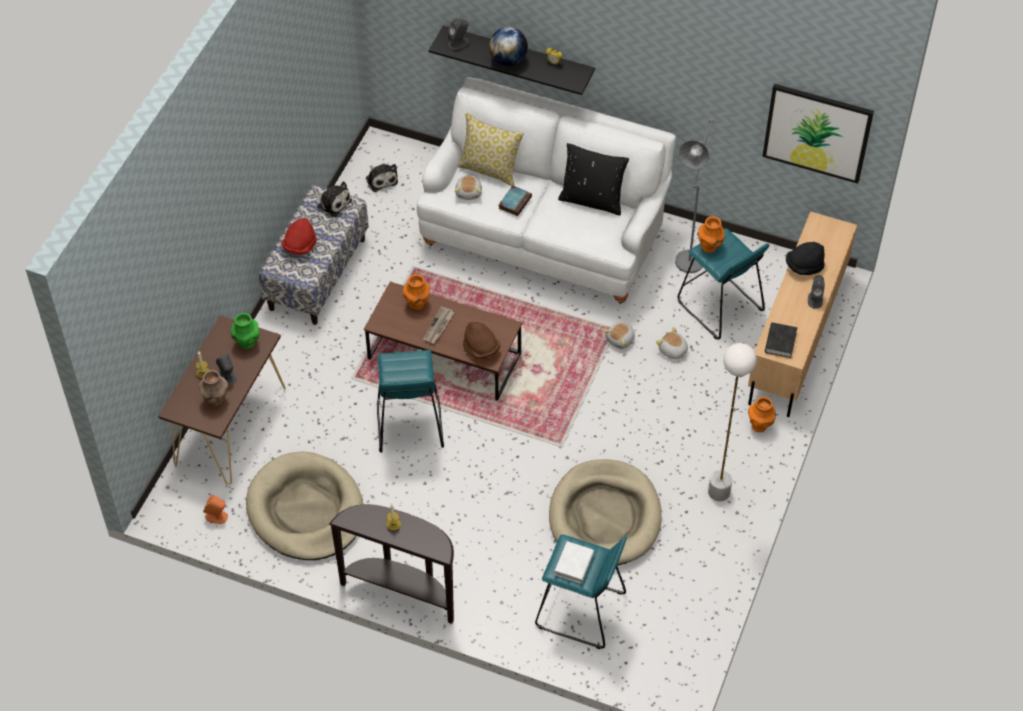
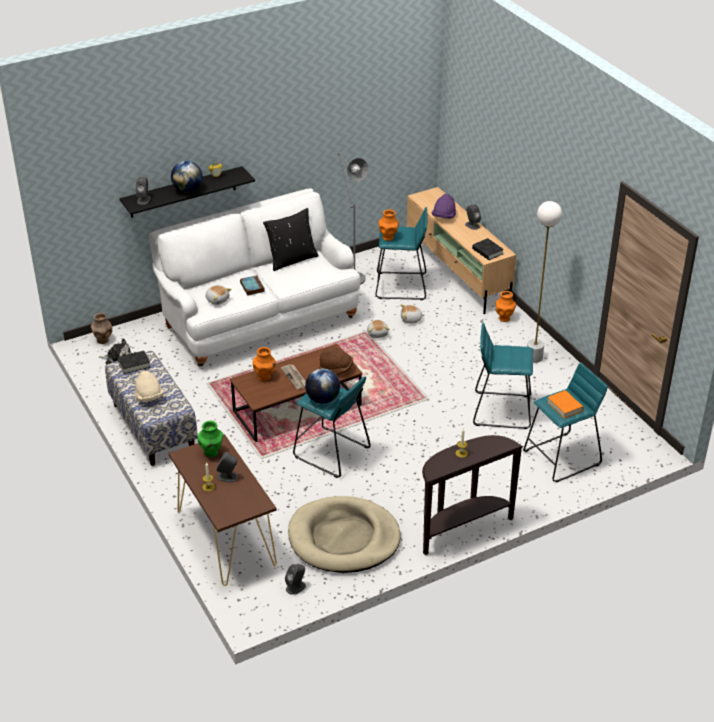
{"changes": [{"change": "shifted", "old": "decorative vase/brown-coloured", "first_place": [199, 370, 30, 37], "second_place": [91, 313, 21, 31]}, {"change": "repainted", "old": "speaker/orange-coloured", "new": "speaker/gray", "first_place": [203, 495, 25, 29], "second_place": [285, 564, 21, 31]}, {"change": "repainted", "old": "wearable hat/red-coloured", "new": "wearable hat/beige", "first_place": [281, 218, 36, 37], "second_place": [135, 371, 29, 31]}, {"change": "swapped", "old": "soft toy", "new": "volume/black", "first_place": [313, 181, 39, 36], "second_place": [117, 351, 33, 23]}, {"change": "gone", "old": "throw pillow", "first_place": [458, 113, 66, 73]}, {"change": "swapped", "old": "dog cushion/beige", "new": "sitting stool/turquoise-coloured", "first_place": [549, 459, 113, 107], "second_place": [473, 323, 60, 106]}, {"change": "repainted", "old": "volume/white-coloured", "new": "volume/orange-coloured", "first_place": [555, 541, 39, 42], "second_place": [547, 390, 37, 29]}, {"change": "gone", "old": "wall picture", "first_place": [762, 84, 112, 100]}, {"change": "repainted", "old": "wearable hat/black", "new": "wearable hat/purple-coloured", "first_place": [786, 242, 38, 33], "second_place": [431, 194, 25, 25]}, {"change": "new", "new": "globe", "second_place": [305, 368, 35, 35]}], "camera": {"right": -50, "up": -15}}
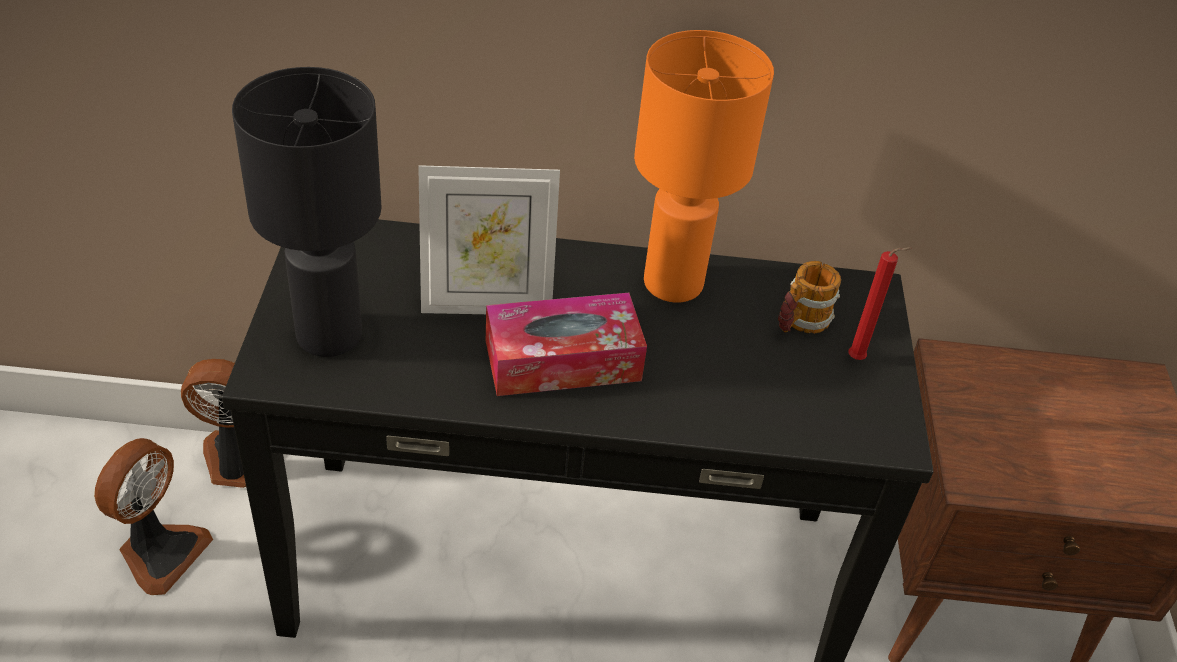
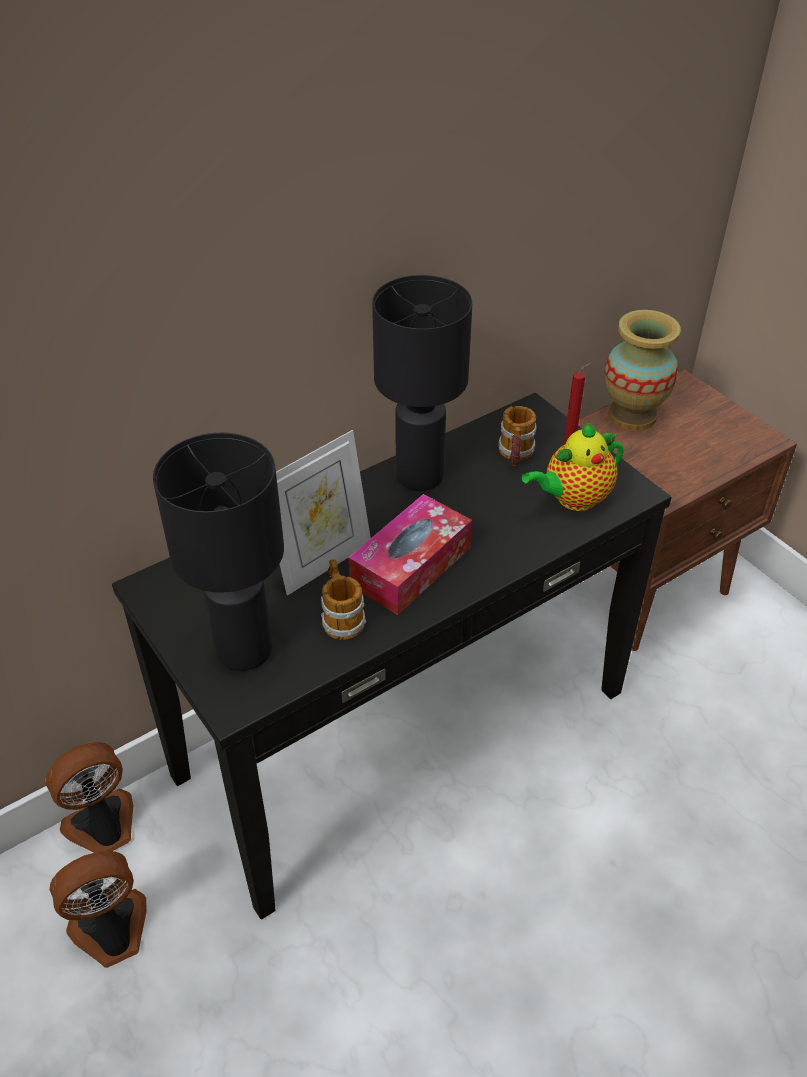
{"changes": [{"change": "rotated", "old": "fan", "first_place": [94, 438, 119, 157], "second_place": [49, 851, 98, 117], "degrees": -105}, {"change": "repainted", "old": "tabletop lamp/orange-coloured", "new": "tabletop lamp/black", "first_place": [634, 30, 140, 273], "second_place": [372, 275, 100, 216]}, {"change": "new", "new": "tea mug", "second_place": [321, 559, 45, 81]}, {"change": "new", "new": "tea pot", "second_place": [522, 422, 102, 89]}, {"change": "new", "new": "decorative vase", "second_place": [604, 310, 77, 121]}], "camera": {"right": -35, "up": 0}}
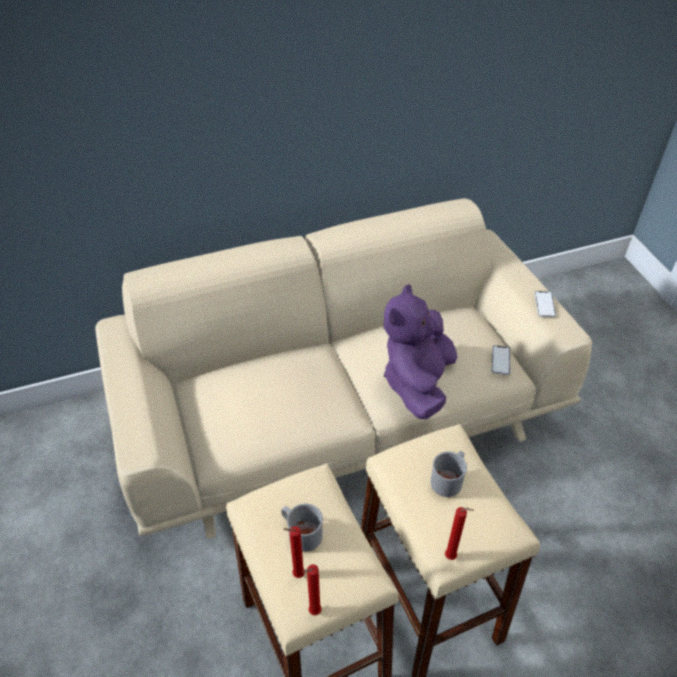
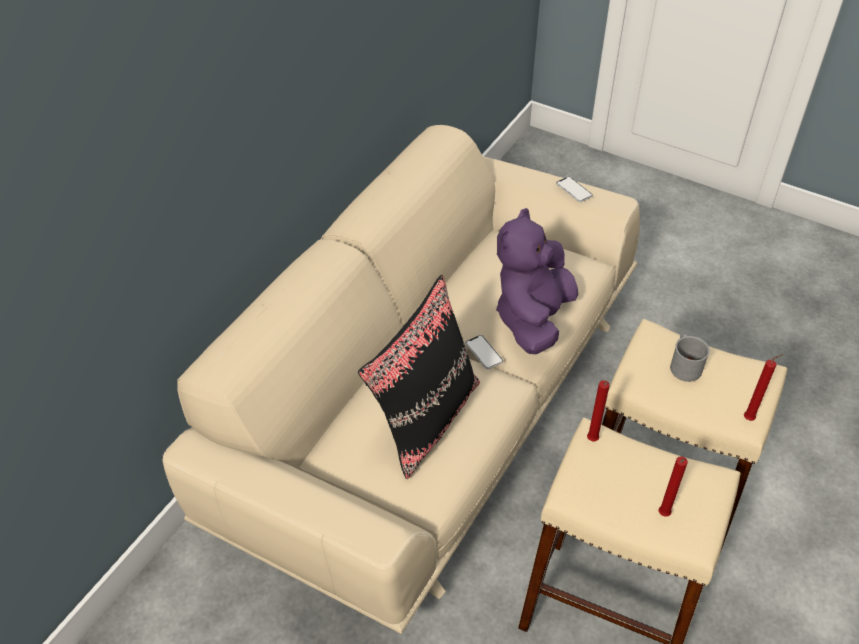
{"changes": [{"change": "gone", "old": "tea mug/gray", "first_place": [281, 504, 42, 48]}, {"change": "shifted", "old": "candle/red-coloured", "first_place": [303, 564, 19, 51], "second_place": [587, 380, 23, 61]}, {"change": "rotated", "old": "soft toy/purple-coloured", "first_place": [384, 284, 73, 135], "second_place": [496, 208, 83, 146], "degrees": 45}, {"change": "shifted", "old": "phone", "first_place": [491, 345, 20, 30], "second_place": [465, 335, 39, 34]}, {"change": "new", "new": "throw pillow/black", "second_place": [358, 275, 122, 204]}], "camera": {"right": -40, "up": 0}}
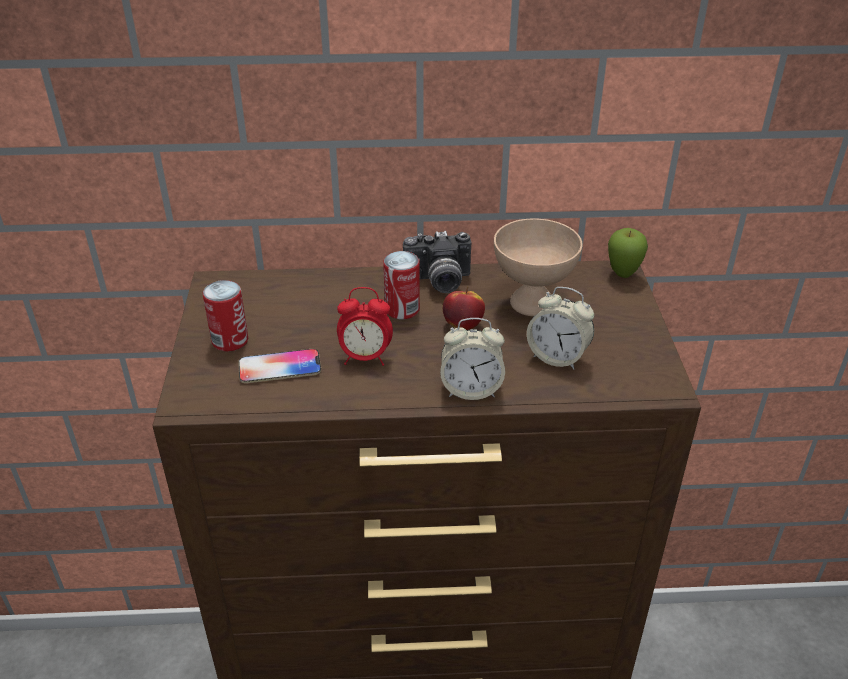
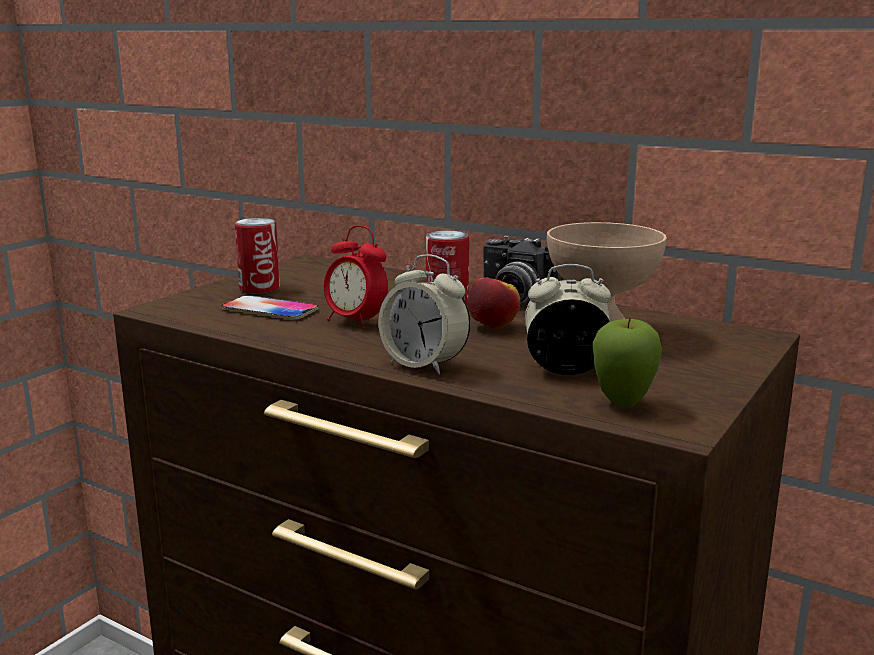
{"changes": [{"change": "rotated", "old": "table clock", "first_place": [527, 287, 67, 83], "second_place": [525, 264, 86, 111], "degrees": 120}, {"change": "shifted", "old": "apple", "first_place": [608, 228, 40, 50], "second_place": [593, 318, 69, 90]}], "camera": {"right": 35, "up": -20}}
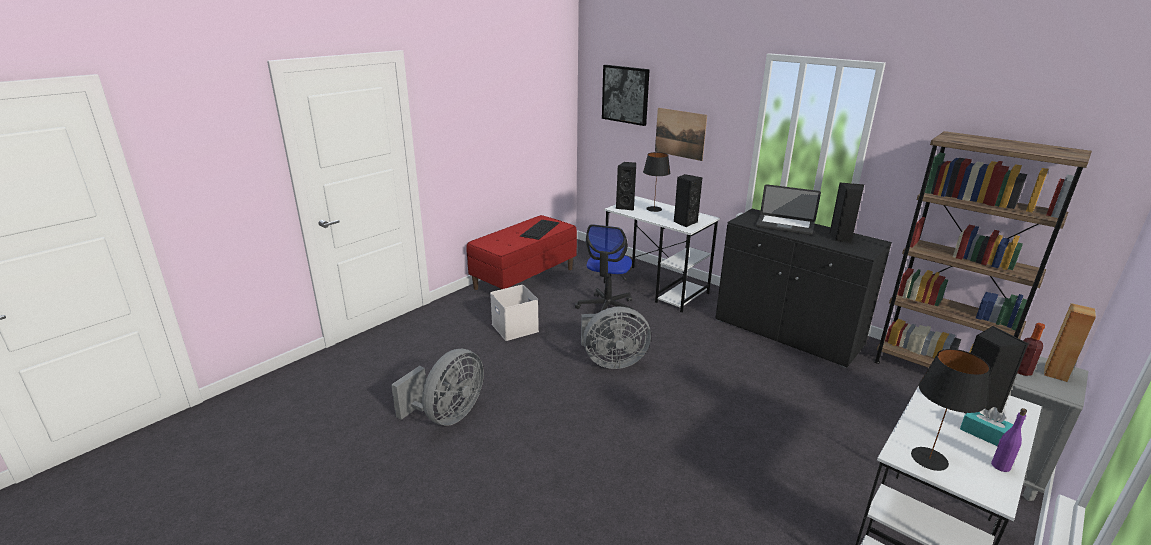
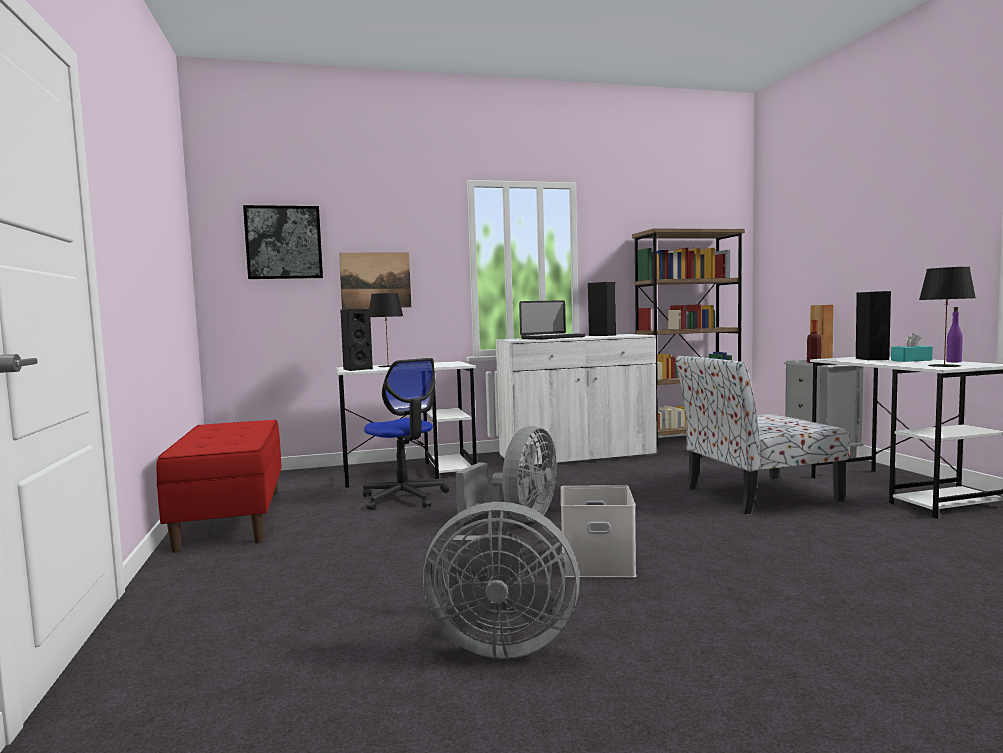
{"changes": [{"change": "rotated", "old": "fan/gray", "first_place": [391, 349, 93, 77], "second_place": [423, 502, 157, 157], "degrees": 120}, {"change": "shifted", "old": "storage box/white-coloured", "first_place": [490, 285, 49, 56], "second_place": [561, 485, 76, 93]}, {"change": "gone", "old": "keyboard", "first_place": [520, 220, 40, 20]}, {"change": "gone", "old": "speaker/black", "first_place": [674, 174, 28, 53]}, {"change": "repainted", "old": "storage cabinet/black", "new": "storage cabinet/white-coloured", "first_place": [715, 209, 177, 159], "second_place": [496, 334, 161, 134]}, {"change": "new", "new": "upright chair", "second_place": [676, 356, 174, 158]}], "camera": {"right": -55, "up": -20}}
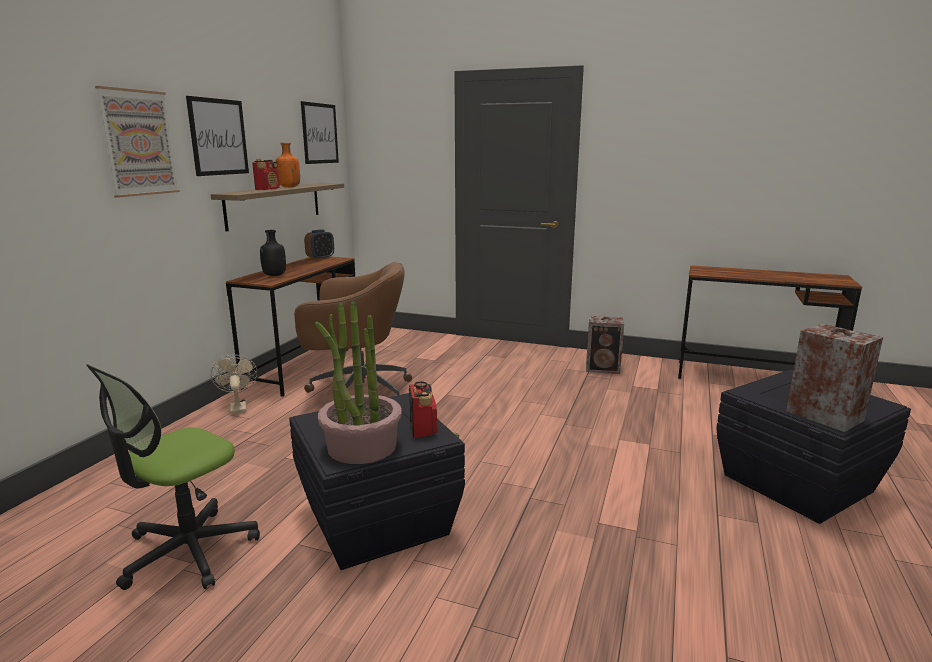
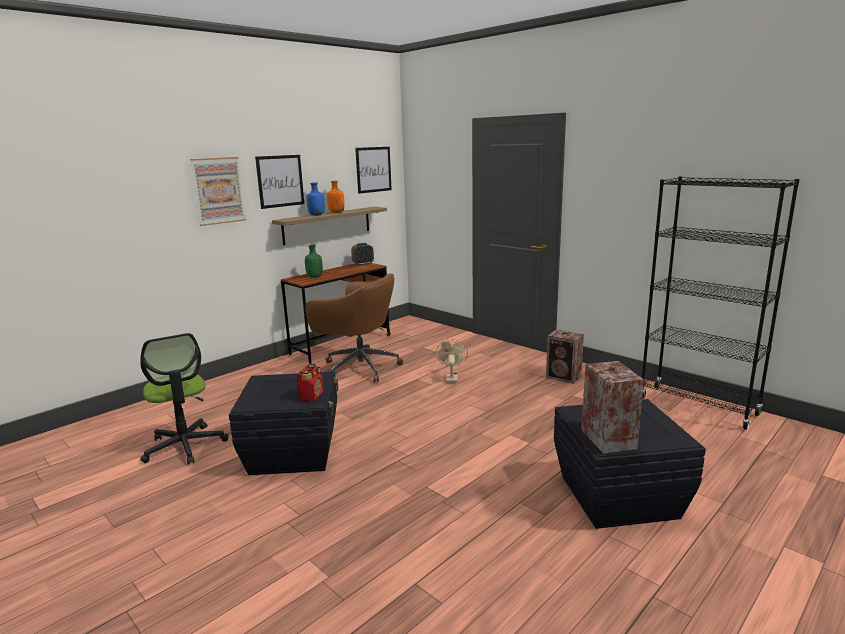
{"changes": [{"change": "rotated", "old": "desk chair", "first_place": [86, 364, 174, 226], "second_place": [140, 333, 89, 132], "degrees": -90}, {"change": "shifted", "old": "fan/beige", "first_place": [211, 355, 46, 59], "second_place": [436, 339, 32, 44]}, {"change": "swapped", "old": "radio receiver", "new": "beverage bottle/blue-coloured", "first_place": [252, 159, 28, 31], "second_place": [307, 183, 18, 33]}, {"change": "repainted", "old": "beverage bottle/black", "new": "beverage bottle/green-coloured", "first_place": [260, 230, 26, 46], "second_place": [305, 245, 18, 33]}, {"change": "gone", "old": "houseplant", "first_place": [315, 301, 87, 163]}, {"change": "swapped", "old": "desk table/brown-coloured", "new": "bookcase/black", "first_place": [678, 265, 184, 114], "second_place": [642, 176, 157, 254]}], "camera": {"right": 25, "up": 0}}
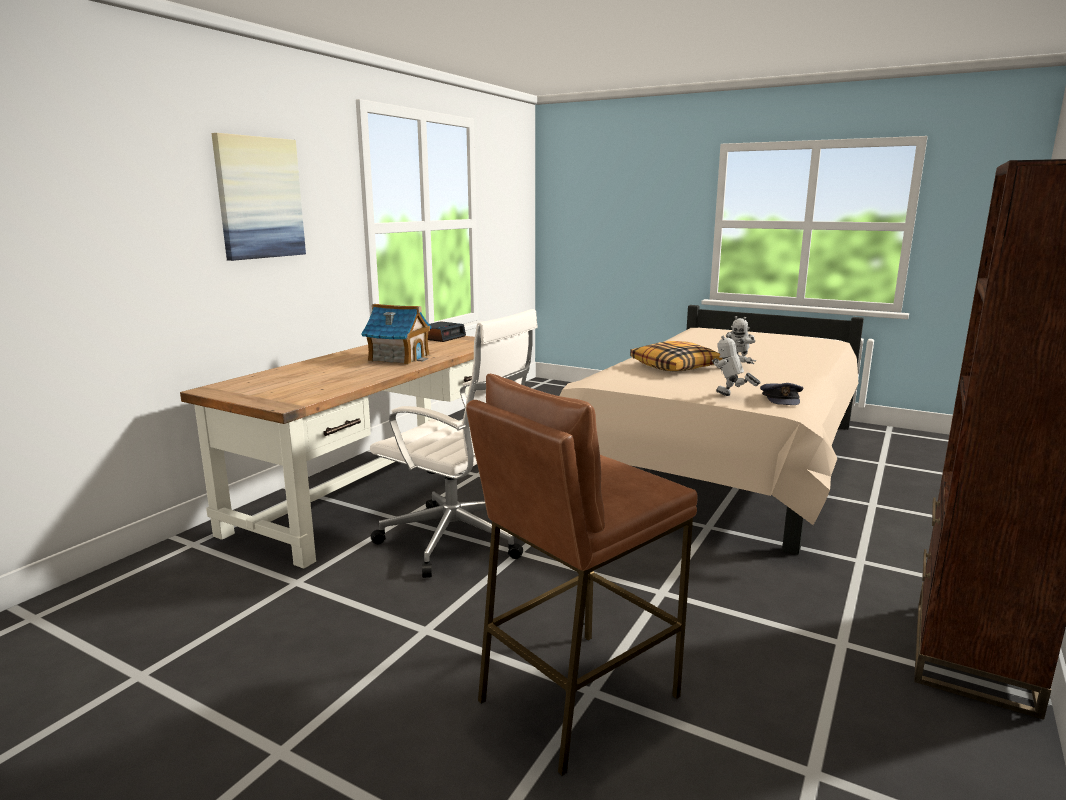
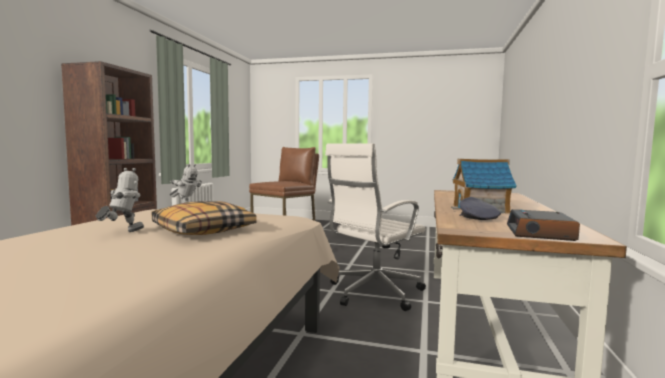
{"changes": [{"change": "gone", "old": "wall picture", "first_place": [211, 133, 95, 128]}, {"change": "rotated", "old": "desk chair/white-coloured", "first_place": [370, 309, 168, 269], "second_place": [325, 143, 101, 168], "degrees": -60}, {"change": "shifted", "old": "baseball cap/gray", "first_place": [760, 383, 43, 22], "second_place": [459, 197, 42, 23]}], "camera": {"right": 165, "up": -10}}
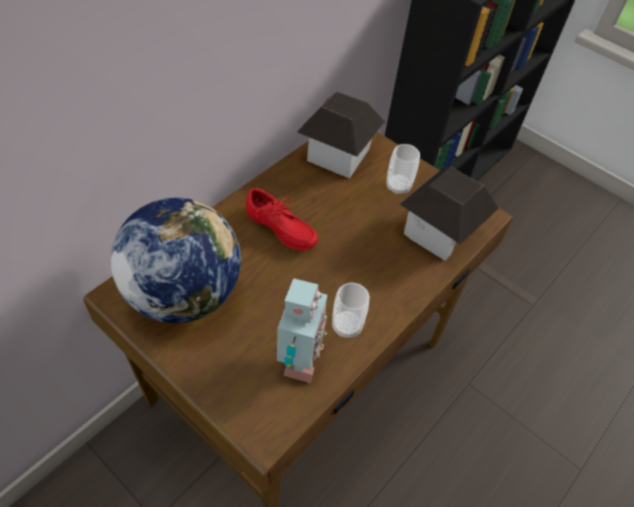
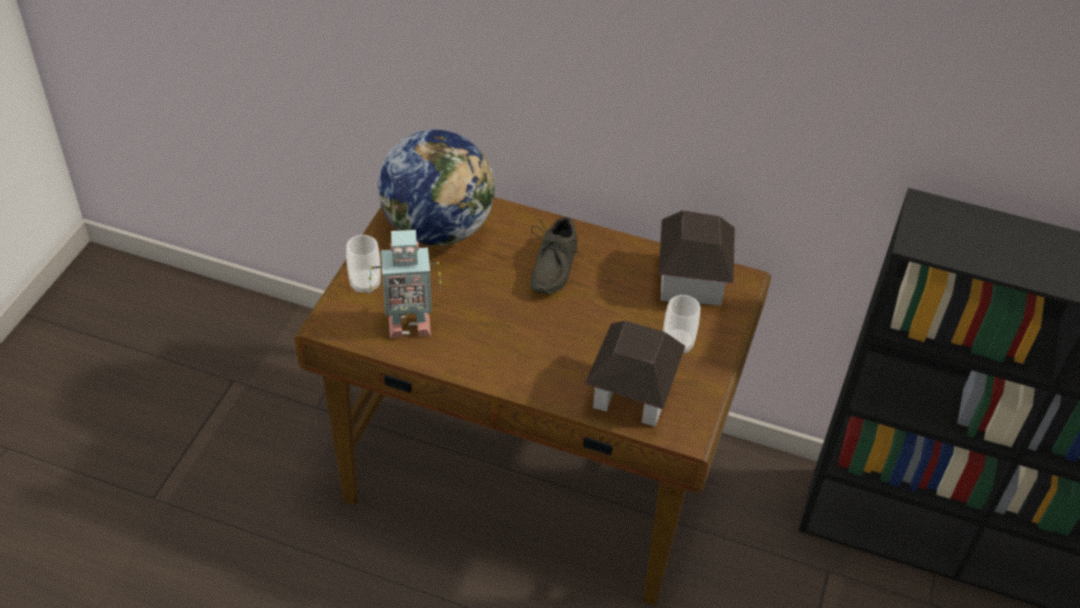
{"changes": [{"change": "repainted", "old": "item of footwear/red-coloured", "new": "item of footwear/gray", "first_place": [246, 188, 72, 63], "second_place": [530, 217, 48, 77]}, {"change": "shifted", "old": "drinking cup", "first_place": [332, 283, 37, 55], "second_place": [346, 235, 35, 59]}], "camera": {"right": 70, "up": -5}}
